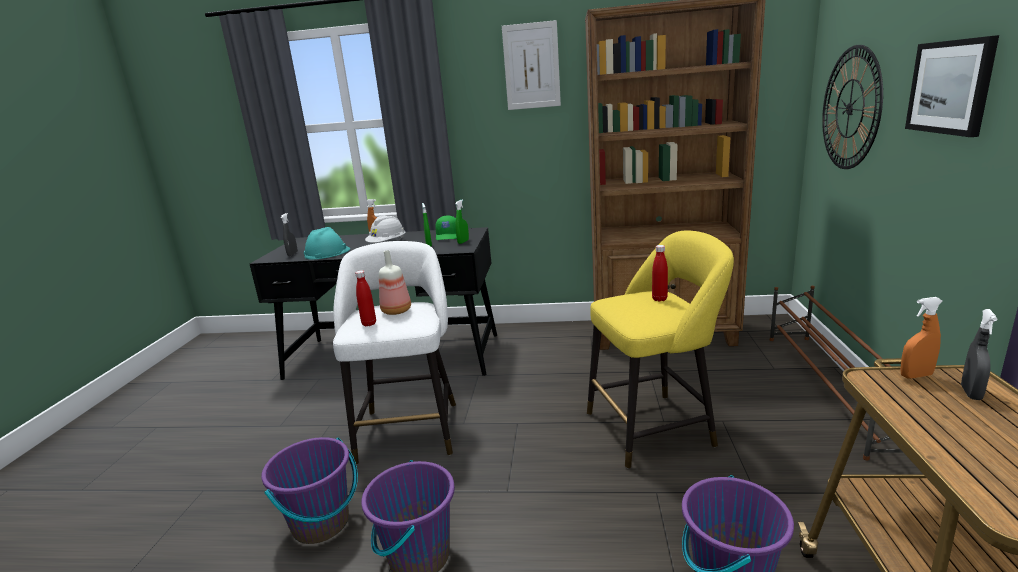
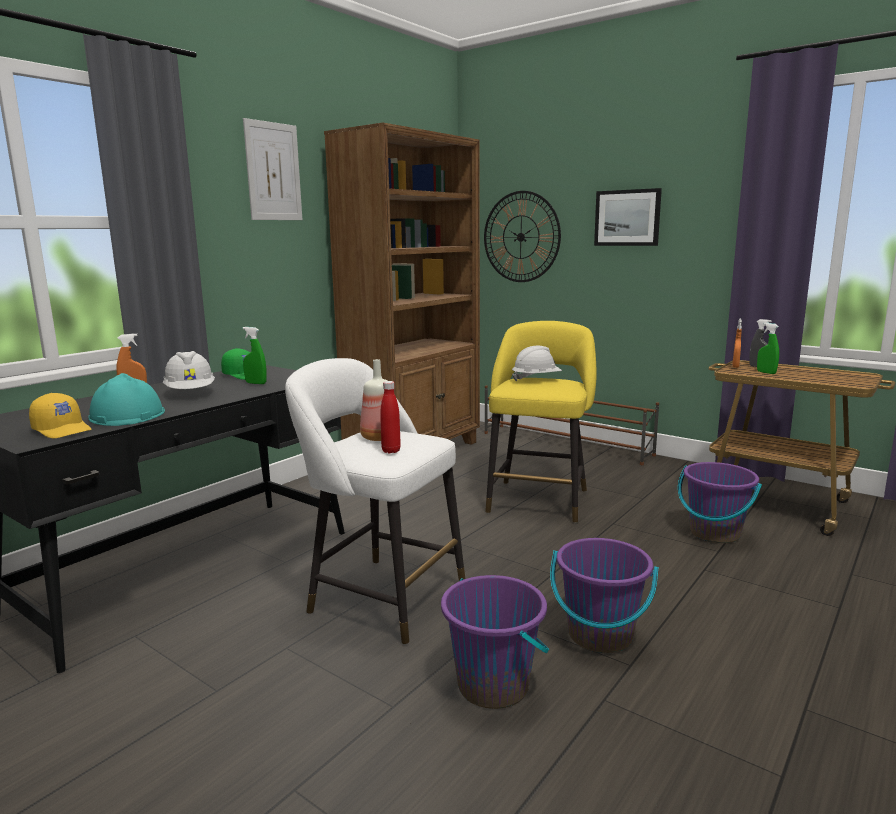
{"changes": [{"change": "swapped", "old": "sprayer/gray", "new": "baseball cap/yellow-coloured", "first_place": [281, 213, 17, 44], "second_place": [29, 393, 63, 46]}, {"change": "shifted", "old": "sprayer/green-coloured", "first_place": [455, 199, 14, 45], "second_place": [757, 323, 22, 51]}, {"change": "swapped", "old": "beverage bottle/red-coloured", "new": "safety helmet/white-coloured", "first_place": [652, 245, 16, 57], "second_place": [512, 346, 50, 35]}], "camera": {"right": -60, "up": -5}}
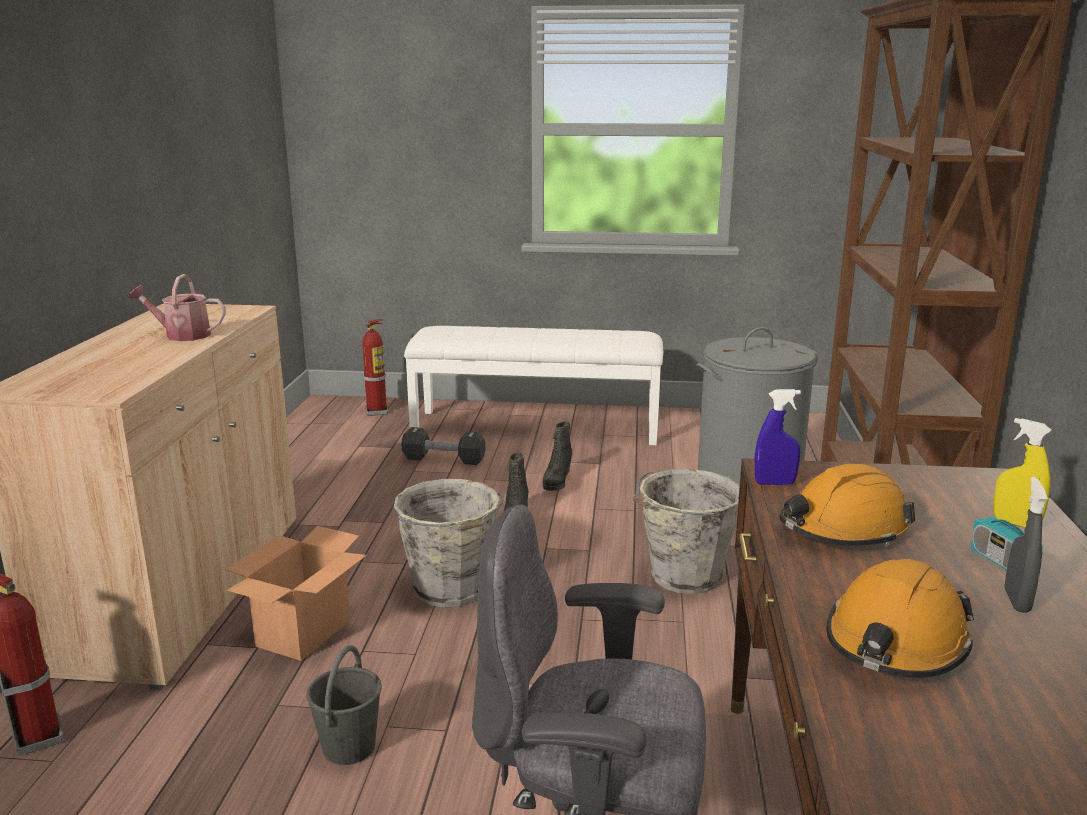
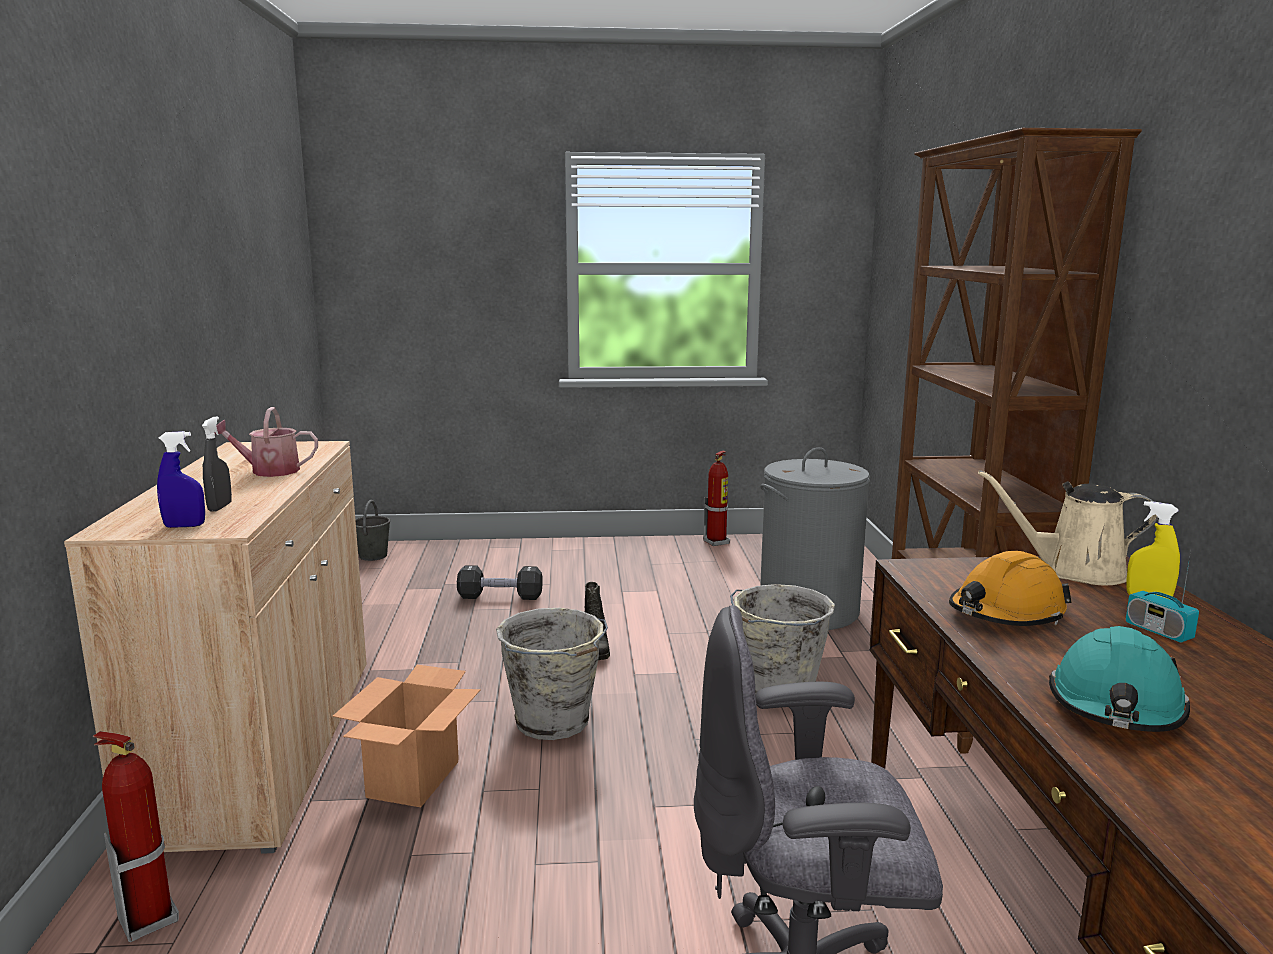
{"changes": [{"change": "shifted", "old": "pail/gray", "first_place": [306, 645, 76, 120], "second_place": [355, 500, 35, 61]}, {"change": "shifted", "old": "extinguisher", "first_place": [363, 319, 25, 97], "second_place": [703, 451, 27, 95]}, {"change": "gone", "old": "bench/white-coloured", "first_place": [404, 326, 259, 119]}, {"change": "gone", "old": "high-top boot/black", "first_place": [542, 422, 30, 69]}, {"change": "shifted", "old": "sprayer/blue-coloured", "first_place": [755, 389, 46, 96], "second_place": [157, 431, 48, 97]}, {"change": "repainted", "old": "safety helmet/orange-coloured", "new": "safety helmet/turquoise-coloured", "first_place": [826, 559, 148, 119], "second_place": [1049, 626, 141, 106]}, {"change": "shifted", "old": "sprayer/gray", "first_place": [1005, 477, 43, 136], "second_place": [202, 416, 30, 96]}, {"change": "new", "new": "sprinkling can/beige", "second_place": [978, 470, 180, 115]}], "camera": {"right": -10, "up": -5}}
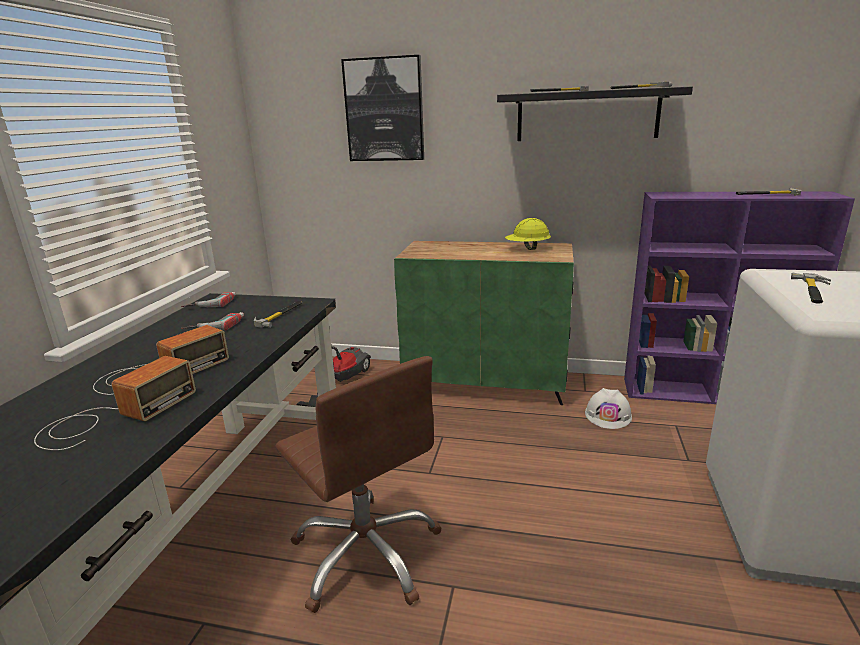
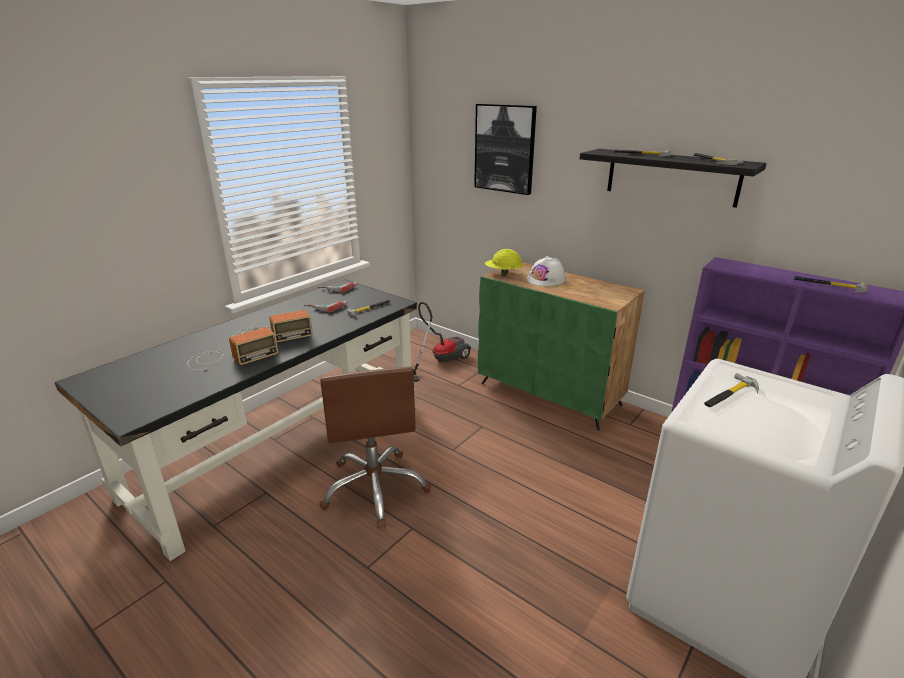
{"changes": [{"change": "shifted", "old": "safety helmet/yellow-coloured", "first_place": [505, 218, 46, 32], "second_place": [485, 249, 38, 27]}, {"change": "shifted", "old": "safety helmet/white-coloured", "first_place": [585, 388, 47, 41], "second_place": [527, 256, 39, 30]}], "camera": {"right": 25, "up": 5}}
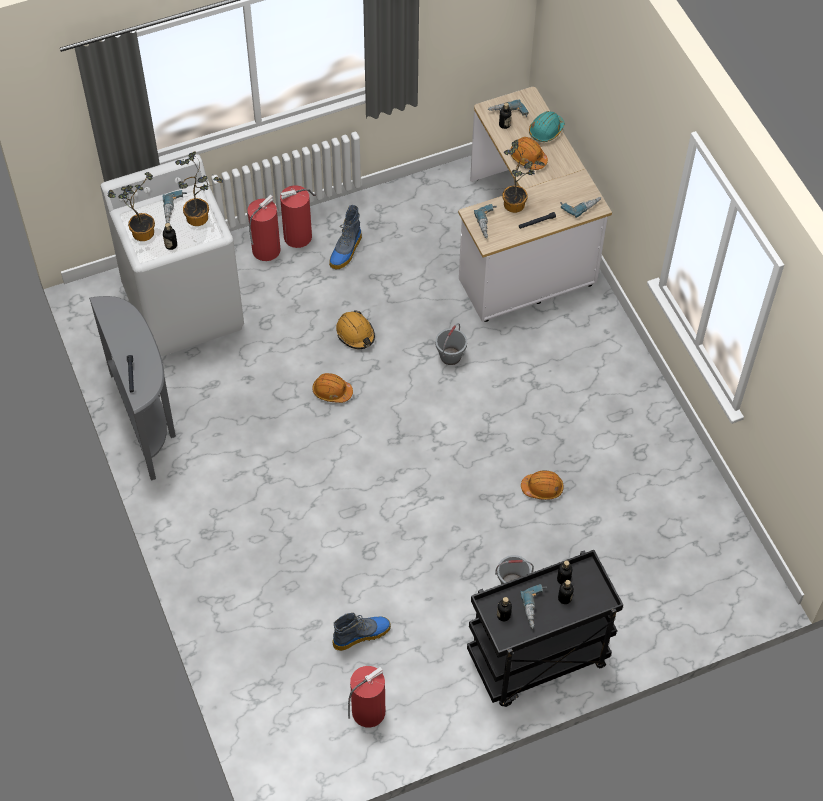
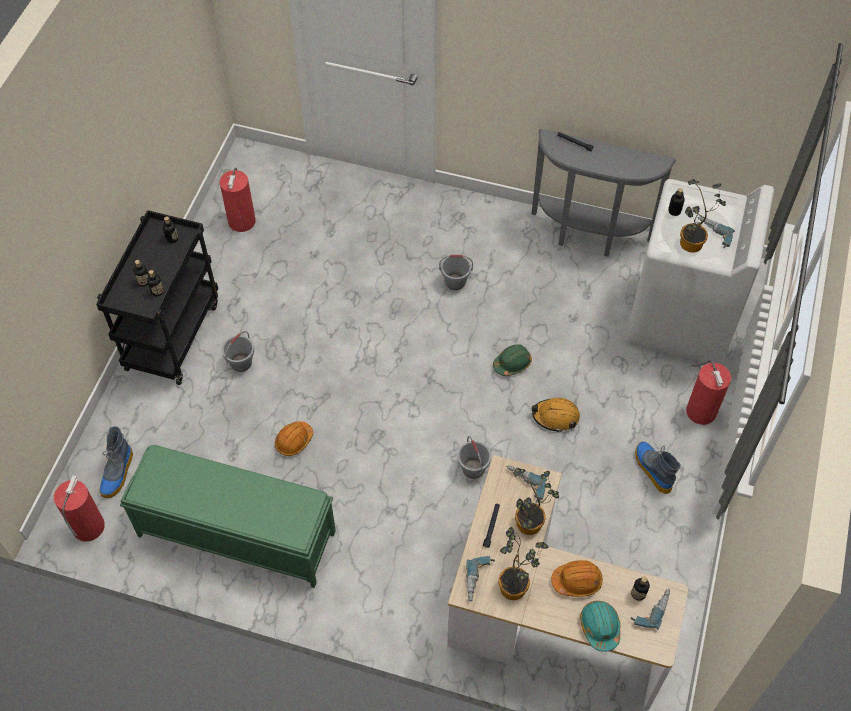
{"changes": [{"change": "shifted", "old": "houseplant", "first_place": [108, 172, 47, 69], "second_place": [499, 527, 50, 73]}, {"change": "shifted", "old": "extinguisher", "first_place": [280, 185, 36, 63], "second_place": [54, 475, 51, 67]}, {"change": "repainted", "old": "safety helmet/orange-coloured", "new": "safety helmet/green-coloured", "first_place": [312, 373, 41, 30], "second_place": [493, 344, 39, 32]}, {"change": "shifted", "old": "high-top boot", "first_place": [332, 613, 59, 38], "second_place": [100, 426, 33, 72]}, {"change": "gone", "old": "electric drill", "first_place": [520, 584, 27, 45]}, {"change": "new", "new": "bench/green-coloured", "second_place": [120, 445, 216, 143]}, {"change": "new", "new": "pail/gray", "second_place": [439, 254, 34, 36]}], "camera": {"right": 130, "up": 0}}
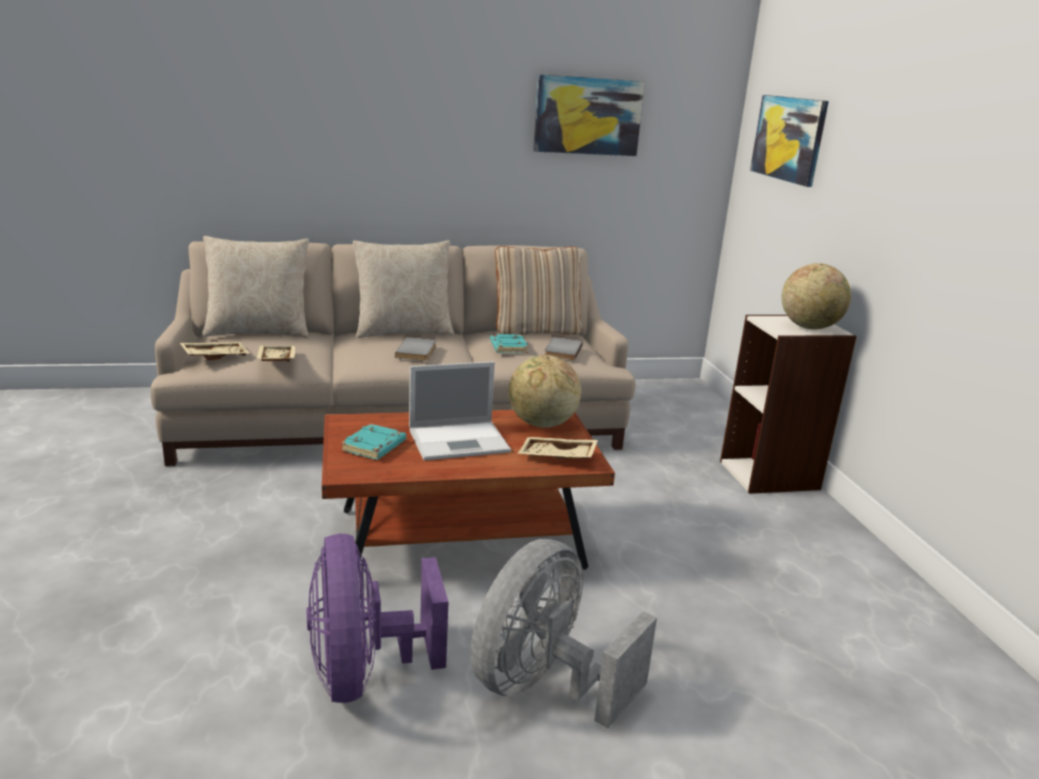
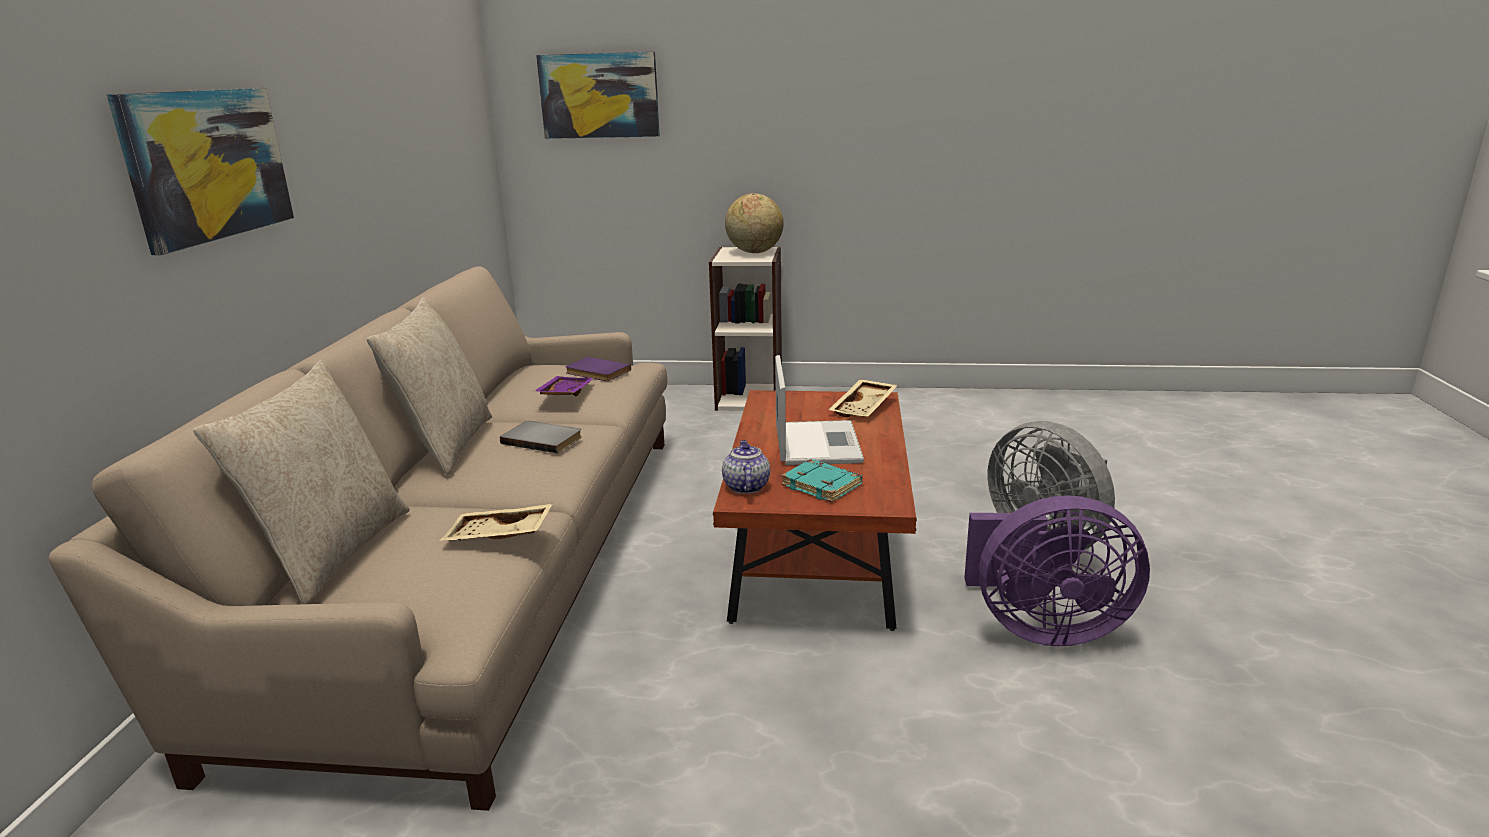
{"changes": [{"change": "gone", "old": "serving tray/beige", "first_place": [180, 342, 71, 18]}, {"change": "swapped", "old": "volume/turquoise-coloured", "new": "serving tray/purple-coloured", "first_place": [490, 334, 38, 19], "second_place": [534, 376, 60, 20]}, {"change": "gone", "old": "throw pillow/beige", "first_place": [495, 246, 87, 89]}, {"change": "gone", "old": "globe", "first_place": [508, 355, 73, 73]}, {"change": "shifted", "old": "wall picture", "first_place": [533, 74, 112, 82], "second_place": [107, 88, 187, 167]}, {"change": "repainted", "old": "volume/gray", "new": "volume/purple-coloured", "first_place": [545, 337, 38, 23], "second_place": [565, 357, 66, 24]}, {"change": "new", "new": "tea pot", "second_place": [722, 440, 48, 54]}], "camera": {"right": -70, "up": 0}}
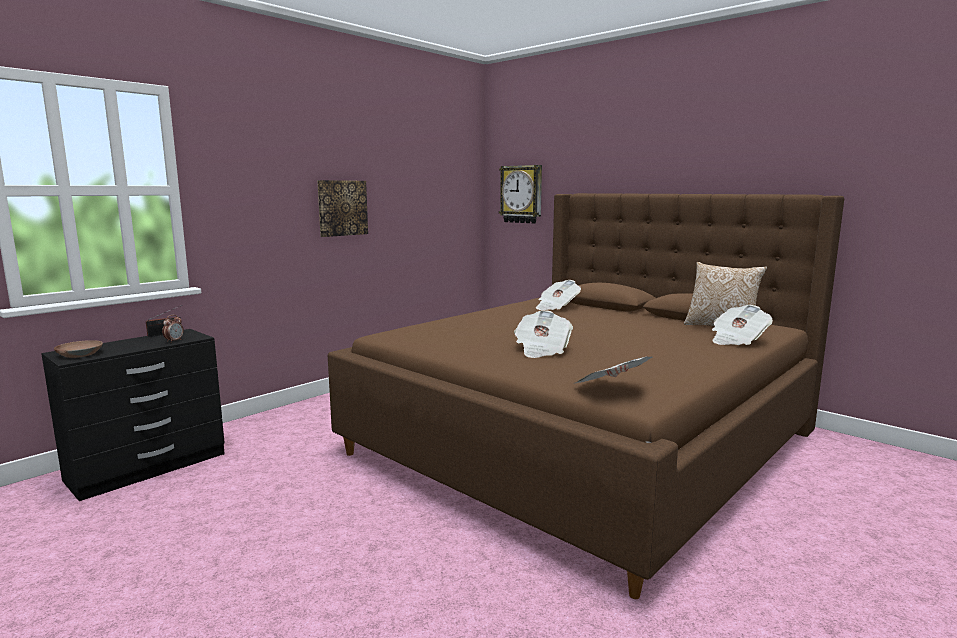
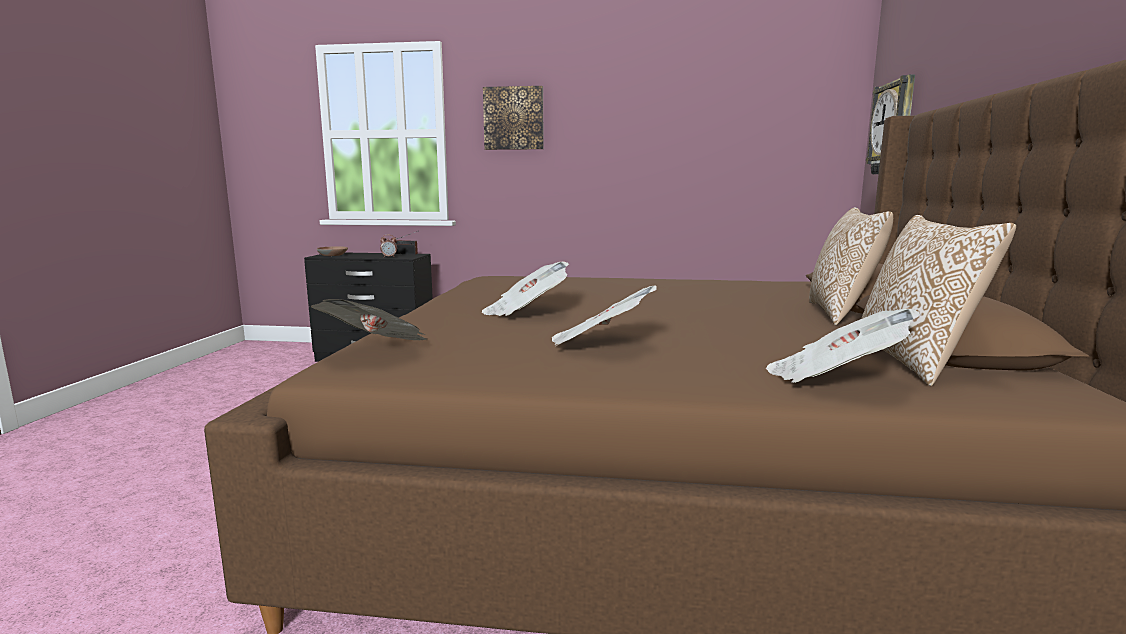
{"changes": [{"change": "shifted", "old": "wall picture", "first_place": [317, 180, 51, 57], "second_place": [483, 86, 61, 64]}, {"change": "shifted", "old": "daily paper", "first_place": [536, 280, 45, 30], "second_place": [552, 286, 105, 60]}, {"change": "new", "new": "throw pillow", "second_place": [809, 207, 84, 118]}], "camera": {"right": 55, "up": 0}}
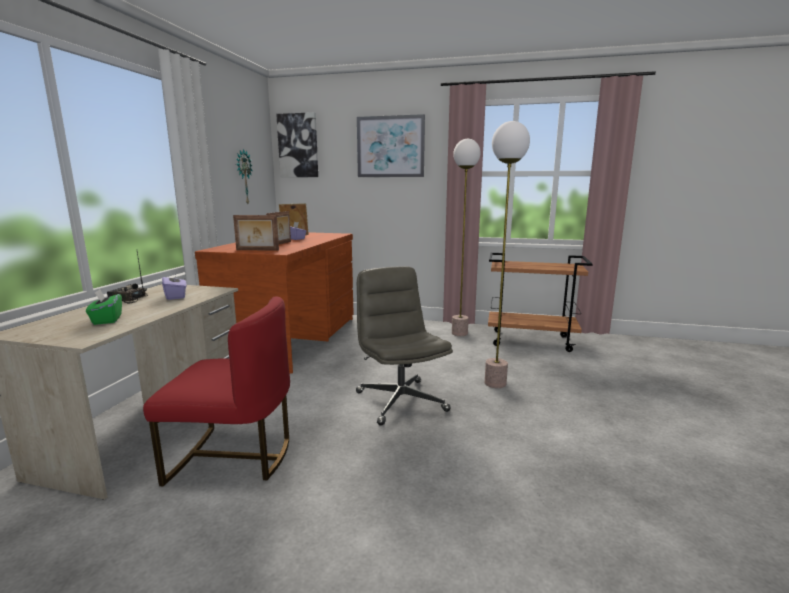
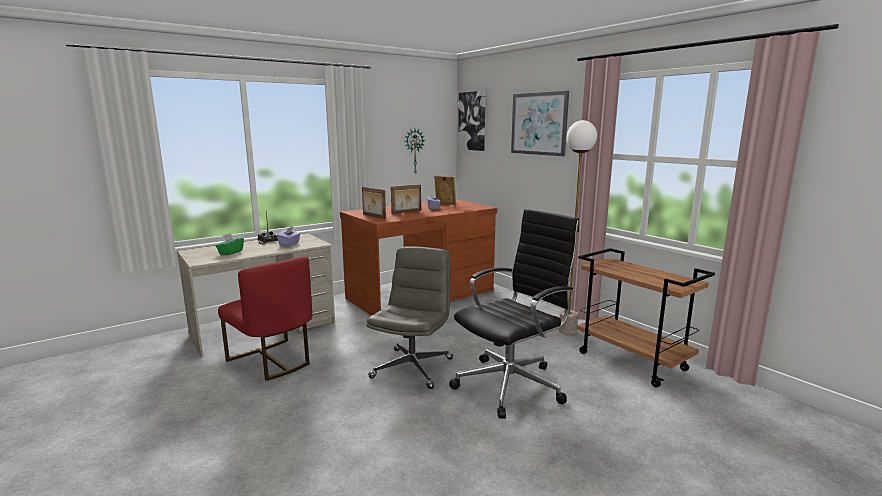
{"changes": [{"change": "swapped", "old": "standing lamp", "new": "desk chair/black", "first_place": [485, 121, 45, 267], "second_place": [449, 209, 130, 210]}], "camera": {"right": 40, "up": 0}}
